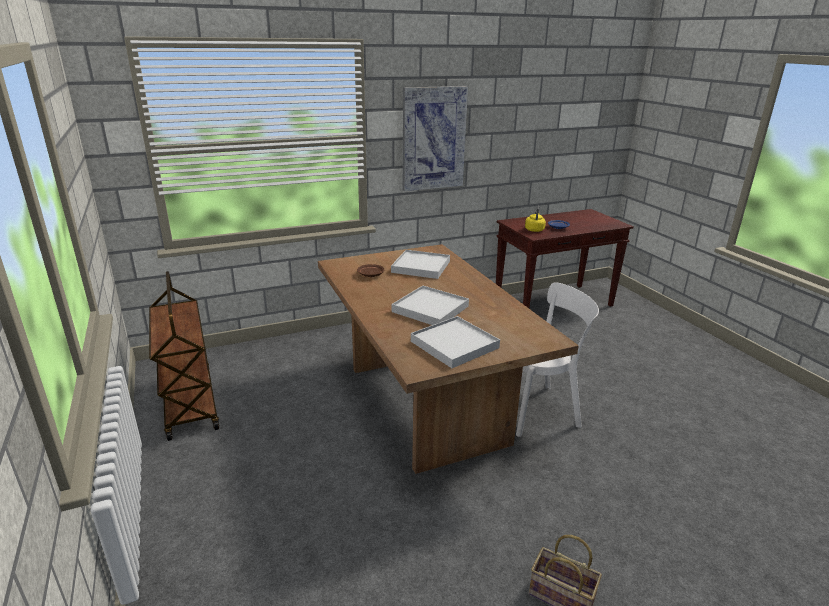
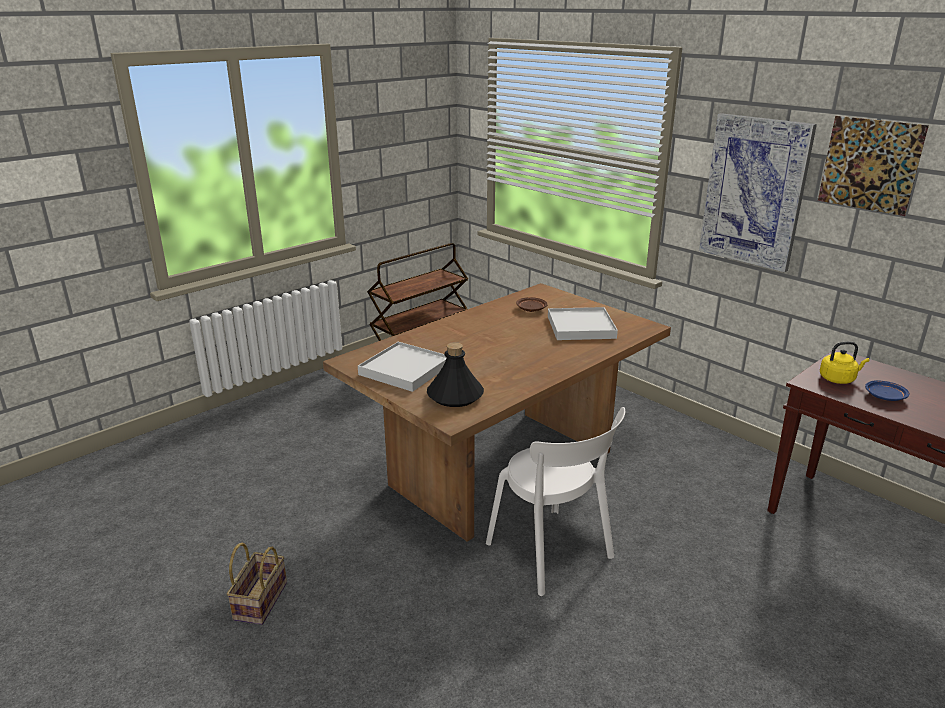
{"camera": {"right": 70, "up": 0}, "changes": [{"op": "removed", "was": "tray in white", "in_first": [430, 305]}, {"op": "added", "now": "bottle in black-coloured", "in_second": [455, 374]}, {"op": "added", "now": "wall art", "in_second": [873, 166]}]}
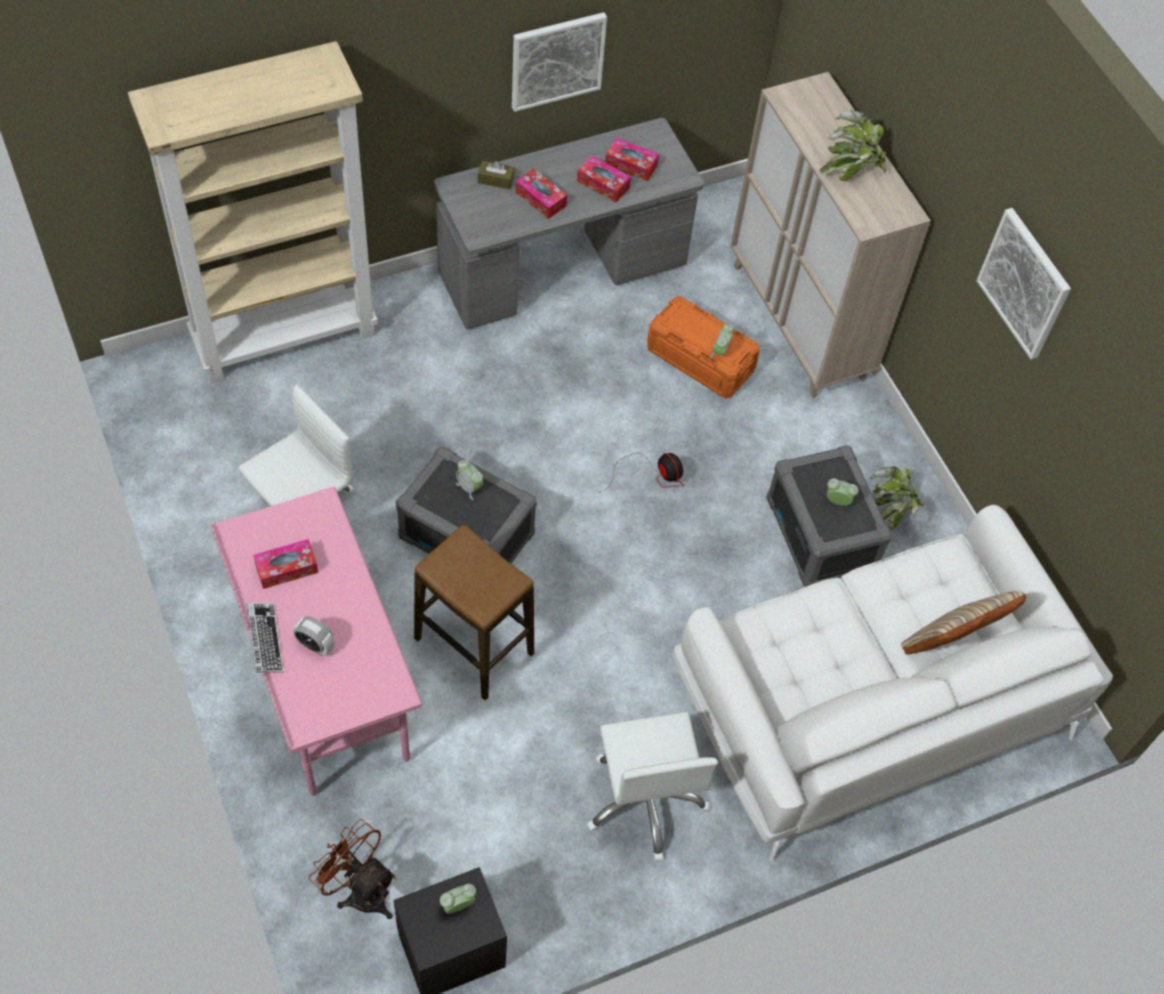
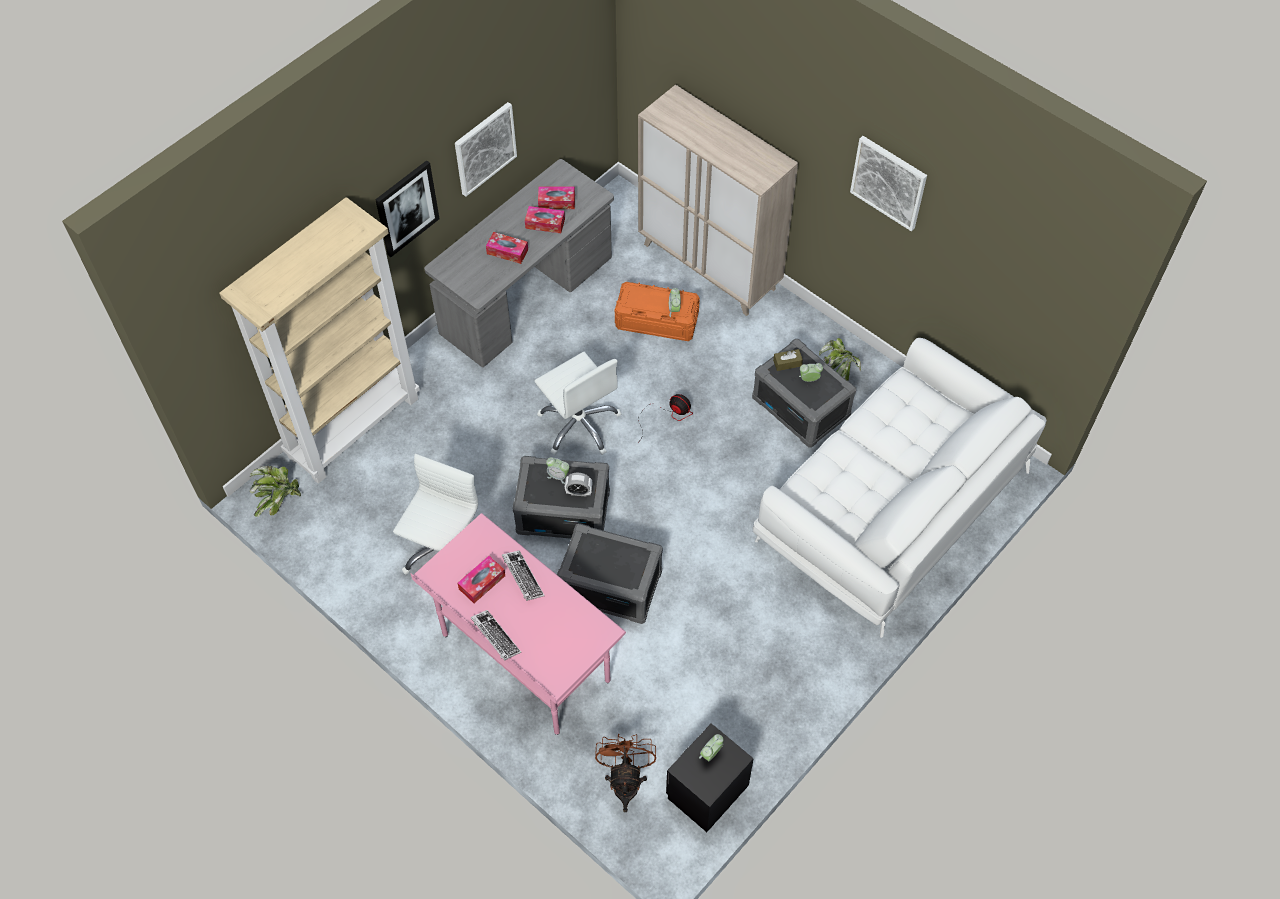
{"camera": {"right": -20, "up": 0}, "changes": [{"op": "moved", "was": "alarm clock", "in_first": [313, 636], "in_second": [578, 485]}, {"op": "turned", "was": "electric fan in brown-coloured", "in_first": [352, 869], "in_second": [625, 773], "clockwise": 75}, {"op": "replaced", "was": "sitting stool", "now": "storage container in greyish", "in_first": [474, 612], "in_second": [610, 573]}, {"op": "moved", "was": "tissue box in brown-coloured", "in_first": [496, 175], "in_second": [788, 360]}, {"op": "moved", "was": "computer chair in white", "in_first": [652, 786], "in_second": [578, 403]}, {"op": "moved", "was": "houseplant", "in_first": [853, 145], "in_second": [275, 491]}, {"op": "removed", "was": "cushion in beige-coloured", "in_first": [963, 622]}, {"op": "added", "now": "wall art", "in_second": [407, 208]}, {"op": "added", "now": "keyboard", "in_second": [523, 575]}]}
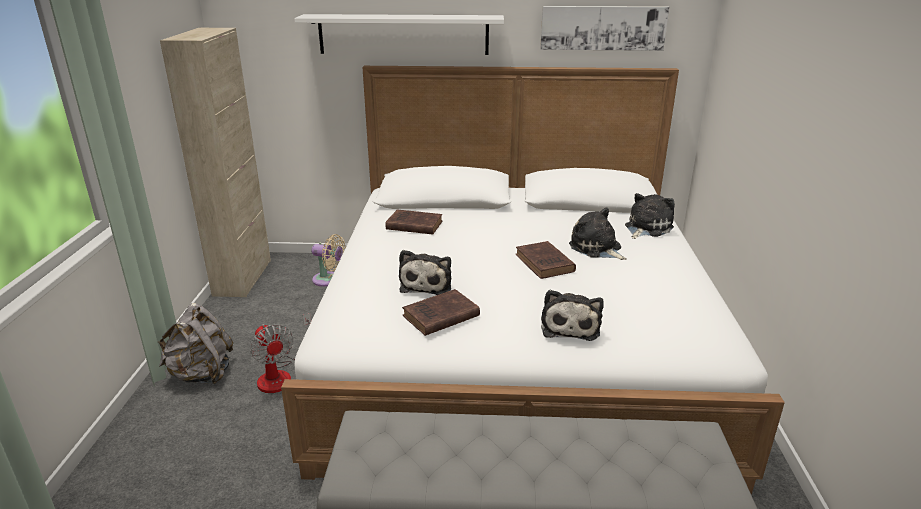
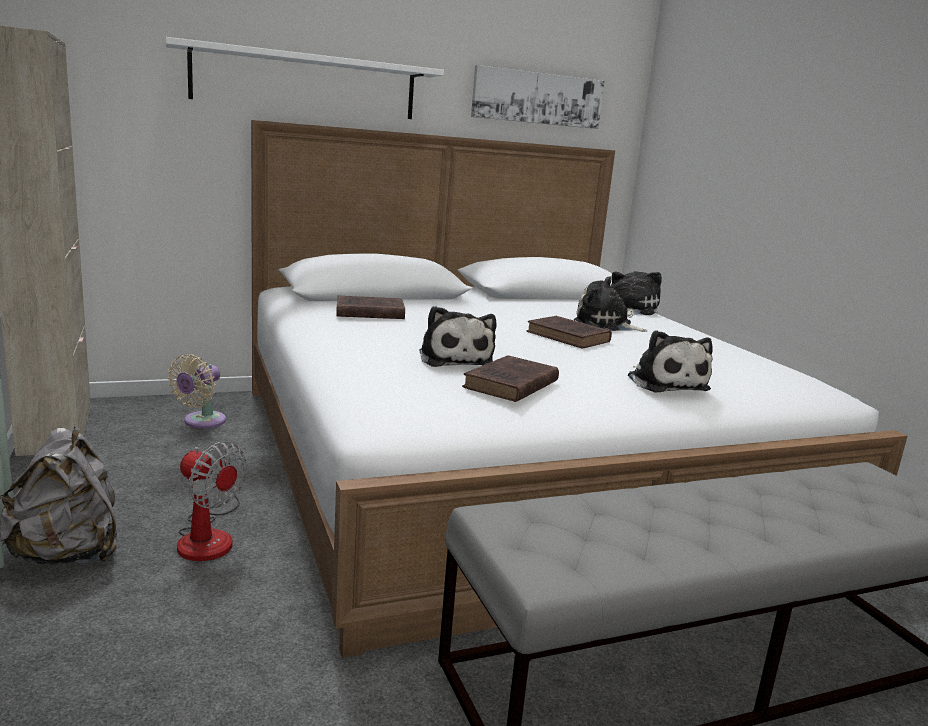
{"camera": {"right": -25, "up": -10}, "changes": [{"op": "turned", "was": "electric fan in beige-coloured", "in_first": [328, 260], "in_second": [197, 391], "clockwise": 120}]}
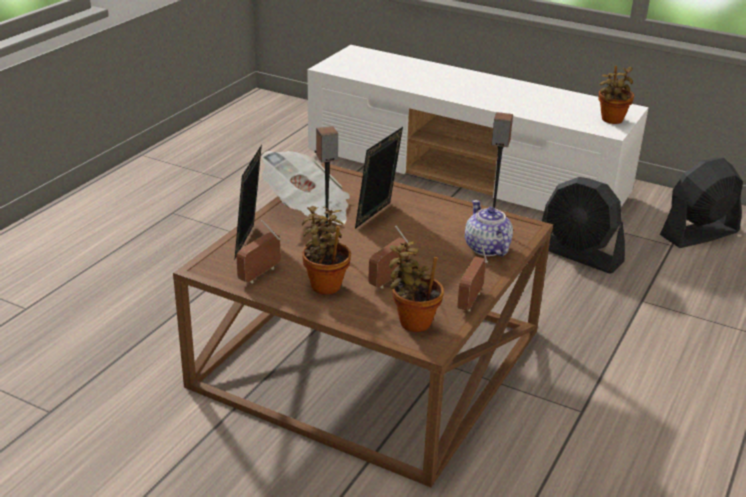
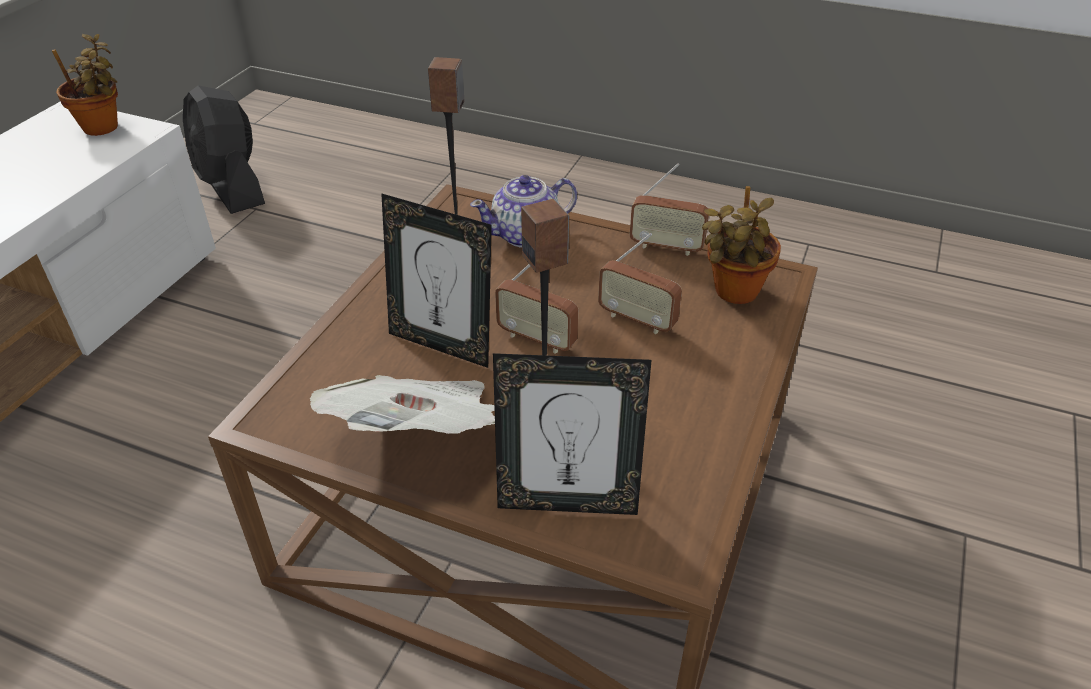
{"camera": {"right": -95, "up": 10}, "changes": [{"op": "moved", "was": "radio receiver", "in_first": [258, 251], "in_second": [536, 309]}, {"op": "removed", "was": "houseplant", "in_first": [326, 250]}, {"op": "removed", "was": "electric fan in black-coloured", "in_first": [583, 225]}]}
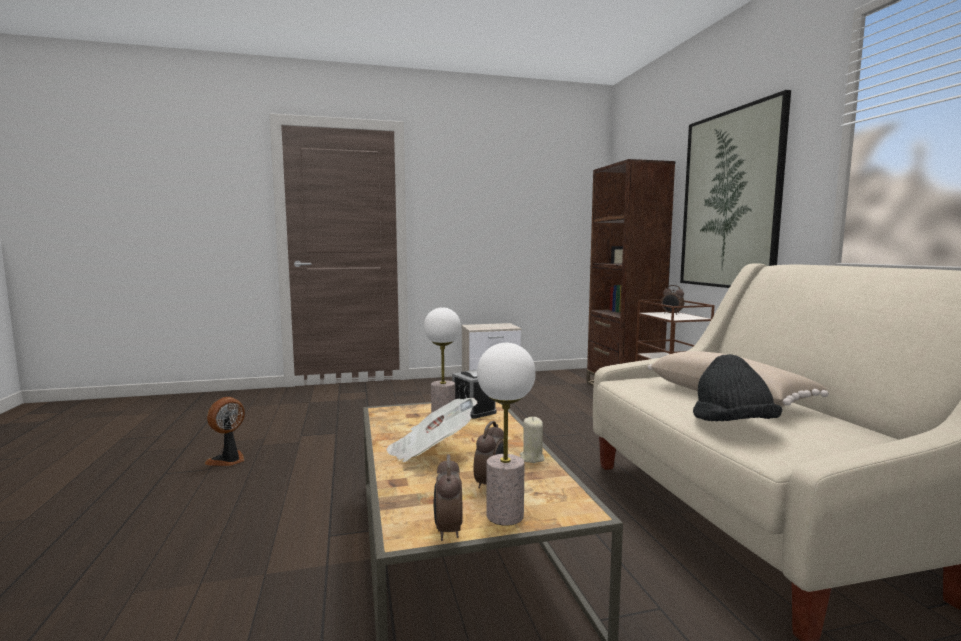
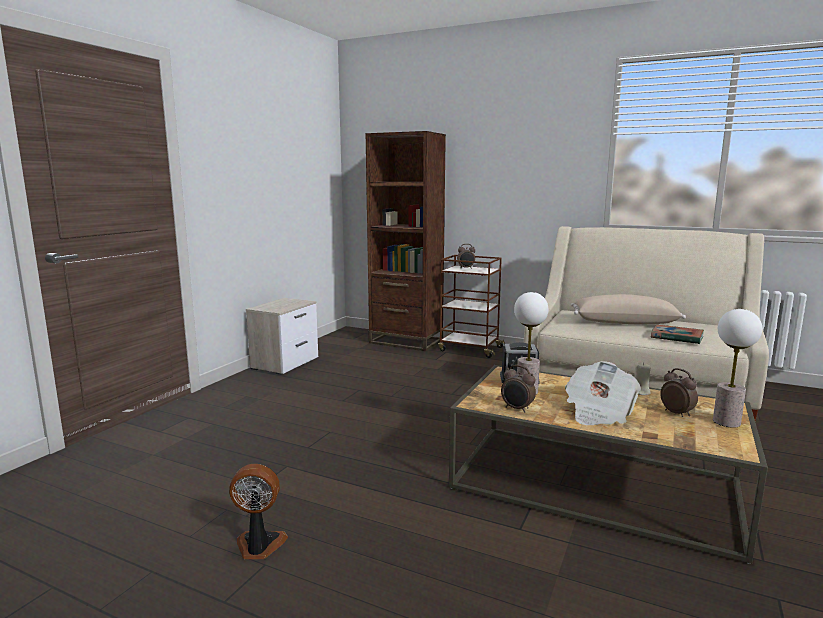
{"camera": {"right": -50, "up": 5}, "changes": [{"op": "turned", "was": "electric fan", "in_first": [225, 431], "in_second": [258, 511], "clockwise": 105}, {"op": "moved", "was": "alarm clock", "in_first": [448, 497], "in_second": [518, 389]}, {"op": "removed", "was": "wall art", "in_first": [735, 189]}, {"op": "replaced", "was": "hat in black-coloured", "now": "book", "in_first": [737, 387], "in_second": [677, 334]}]}
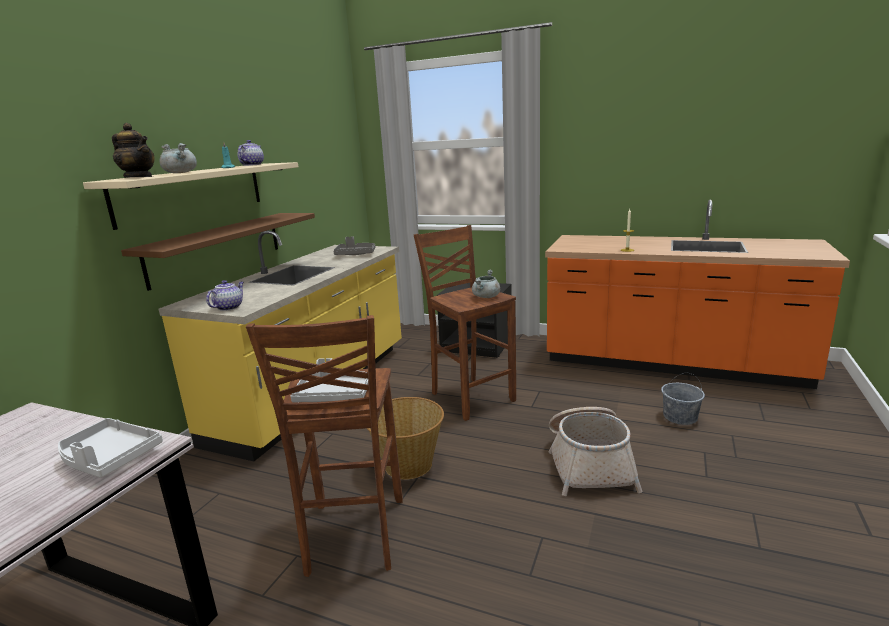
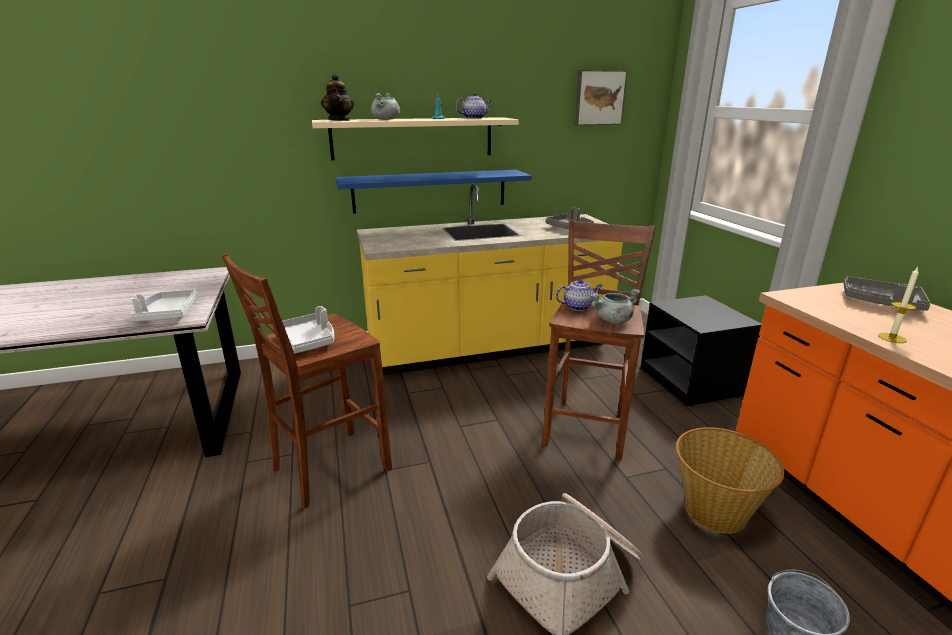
{"camera": {"right": 50, "up": 5}, "changes": [{"op": "recoloured", "was": "wall shelf in brown-coloured", "now": "wall shelf in blue-coloured", "in_first": [218, 252], "in_second": [433, 192]}, {"op": "moved", "was": "teapot", "in_first": [225, 295], "in_second": [579, 295]}, {"op": "moved", "was": "household basket", "in_first": [405, 438], "in_second": [730, 480]}, {"op": "added", "now": "wall art", "in_second": [601, 97]}, {"op": "added", "now": "tray in greyish", "in_second": [887, 293]}]}
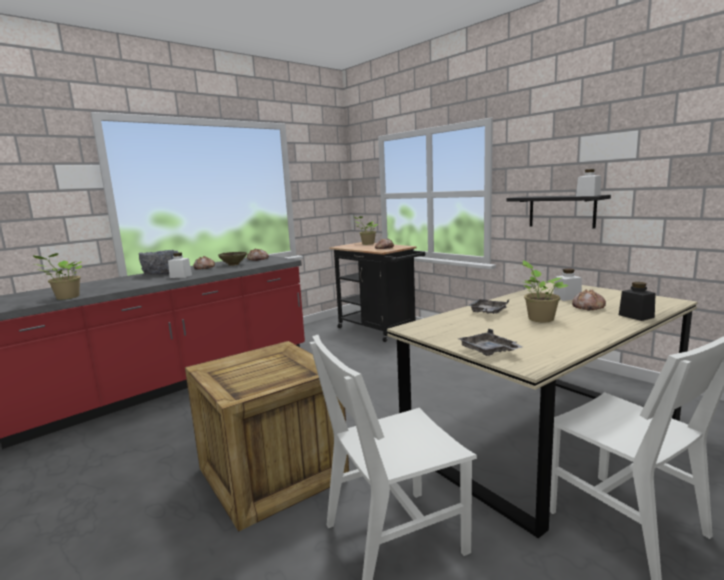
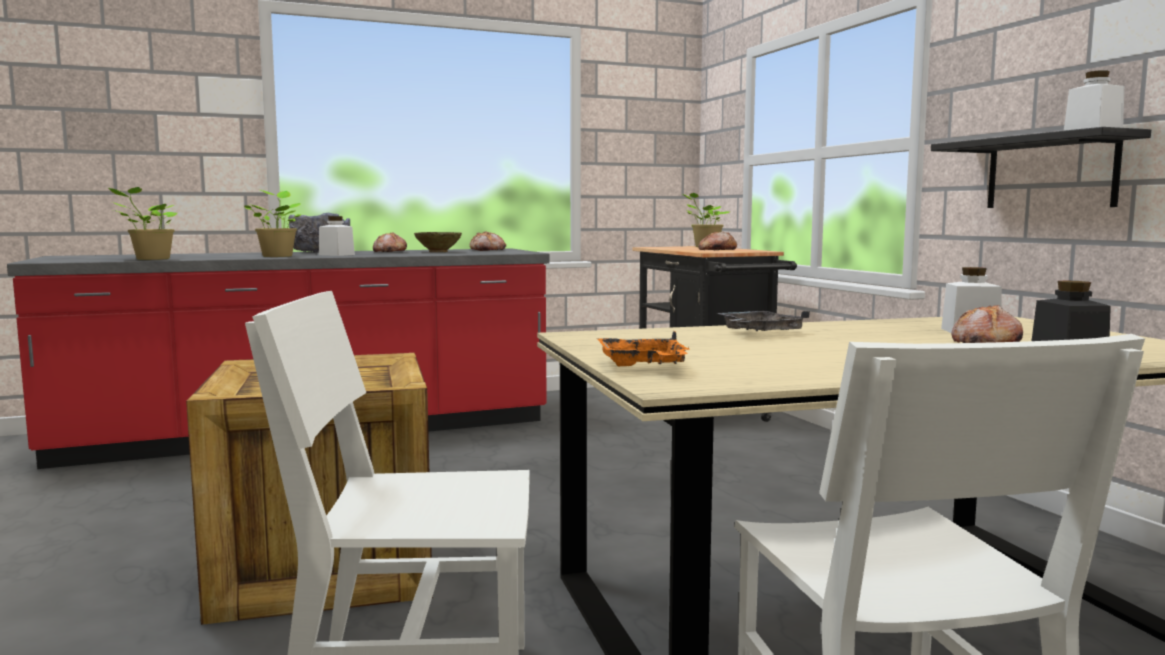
{"camera": {"right": 20, "up": -5}, "changes": [{"op": "recoloured", "was": "tray in greyish", "now": "tray in orange", "in_first": [490, 342], "in_second": [643, 348]}, {"op": "moved", "was": "houseplant", "in_first": [545, 291], "in_second": [272, 223]}]}
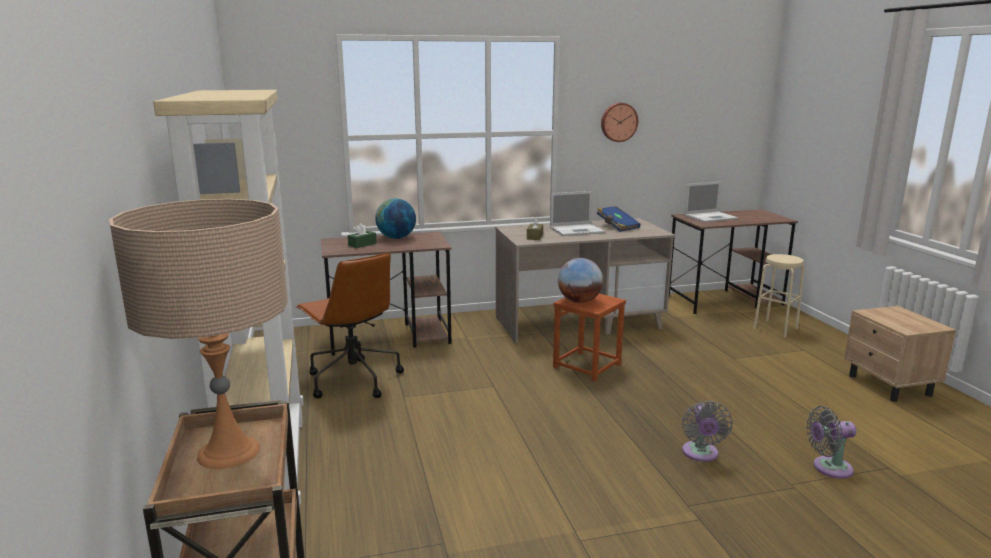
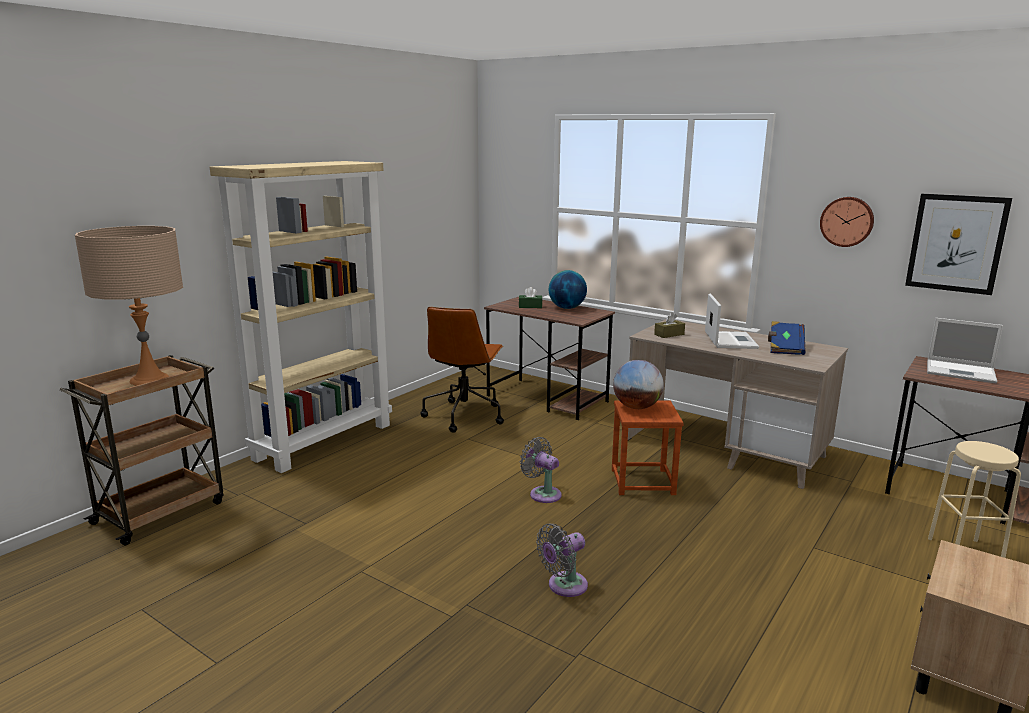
{"camera": {"right": 50, "up": 0}, "changes": [{"op": "turned", "was": "notebook computer", "in_first": [577, 213], "in_second": [732, 321], "clockwise": -120}, {"op": "moved", "was": "electric fan in greyish", "in_first": [831, 442], "in_second": [541, 470]}, {"op": "added", "now": "wall art", "in_second": [958, 244]}]}
